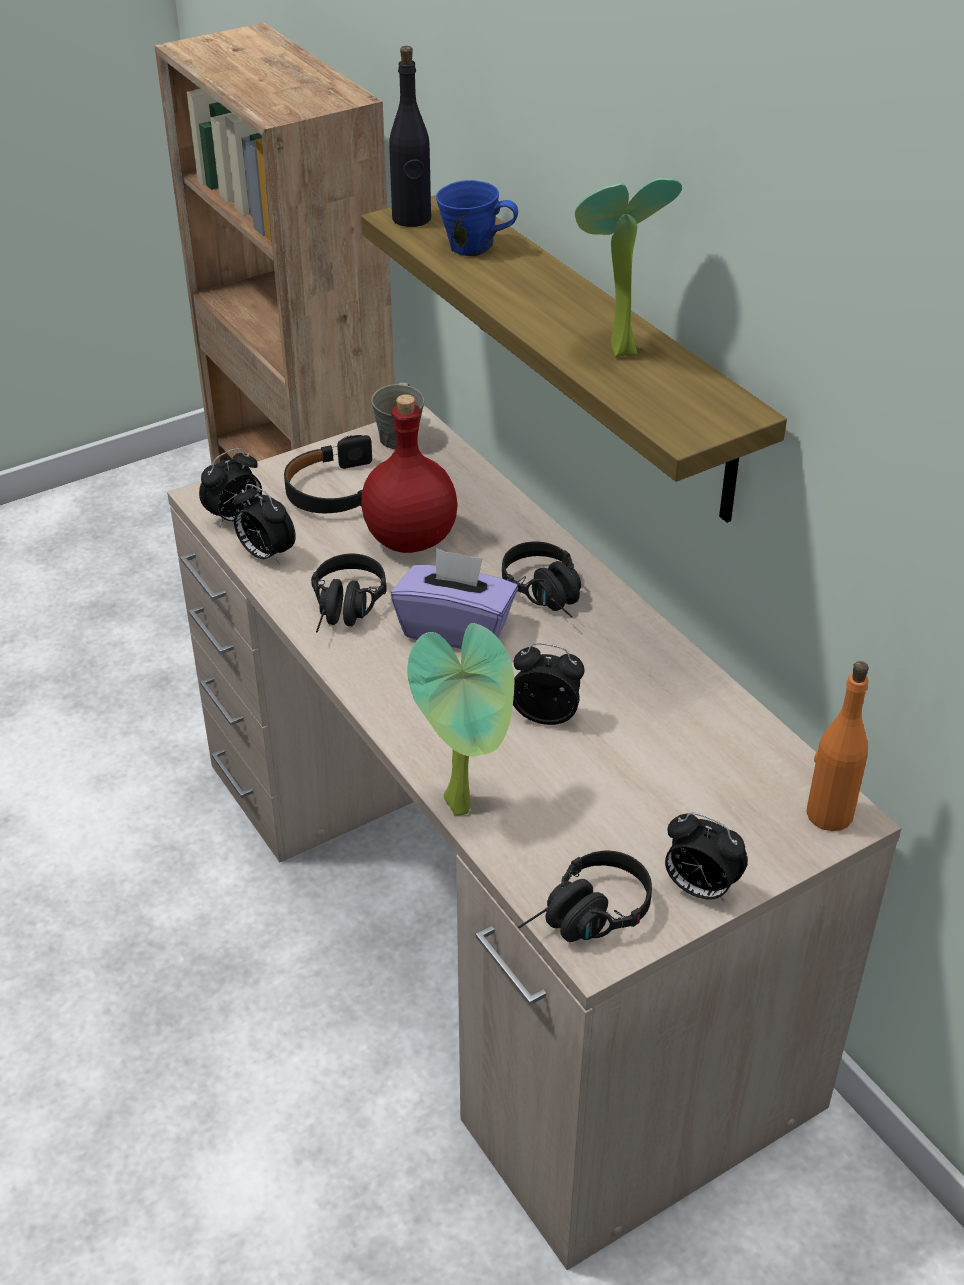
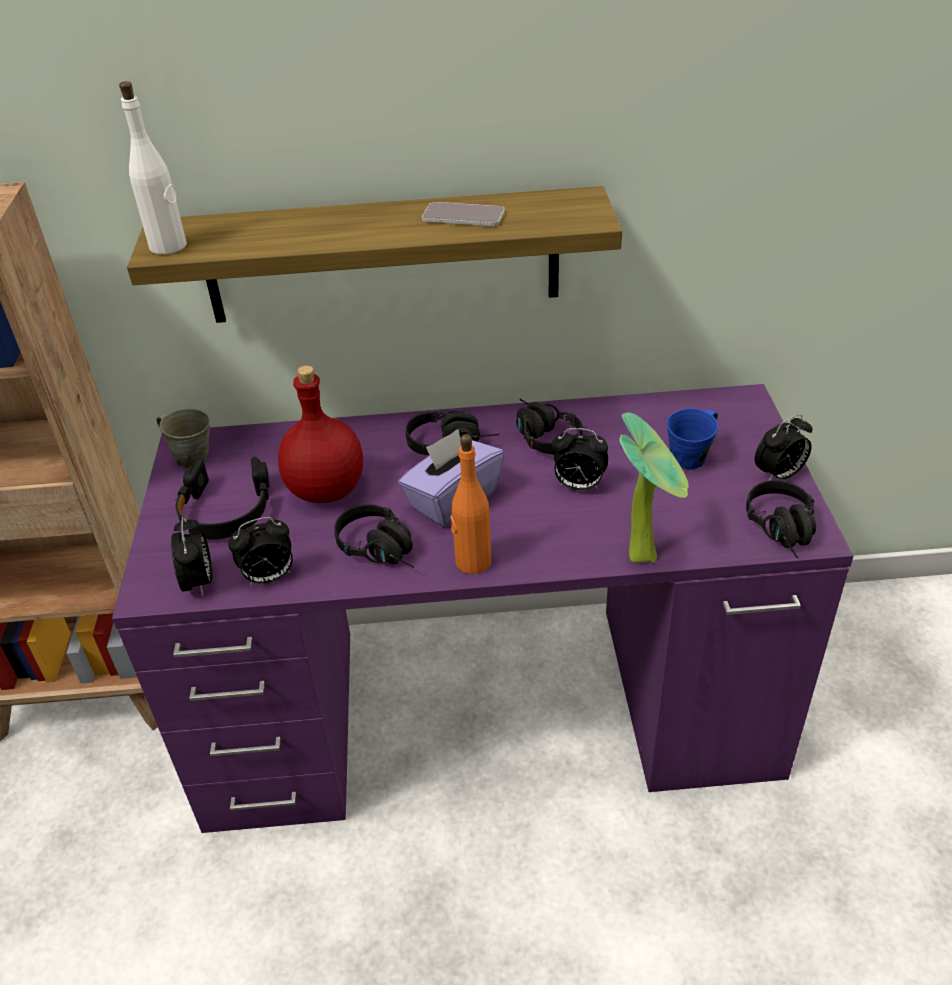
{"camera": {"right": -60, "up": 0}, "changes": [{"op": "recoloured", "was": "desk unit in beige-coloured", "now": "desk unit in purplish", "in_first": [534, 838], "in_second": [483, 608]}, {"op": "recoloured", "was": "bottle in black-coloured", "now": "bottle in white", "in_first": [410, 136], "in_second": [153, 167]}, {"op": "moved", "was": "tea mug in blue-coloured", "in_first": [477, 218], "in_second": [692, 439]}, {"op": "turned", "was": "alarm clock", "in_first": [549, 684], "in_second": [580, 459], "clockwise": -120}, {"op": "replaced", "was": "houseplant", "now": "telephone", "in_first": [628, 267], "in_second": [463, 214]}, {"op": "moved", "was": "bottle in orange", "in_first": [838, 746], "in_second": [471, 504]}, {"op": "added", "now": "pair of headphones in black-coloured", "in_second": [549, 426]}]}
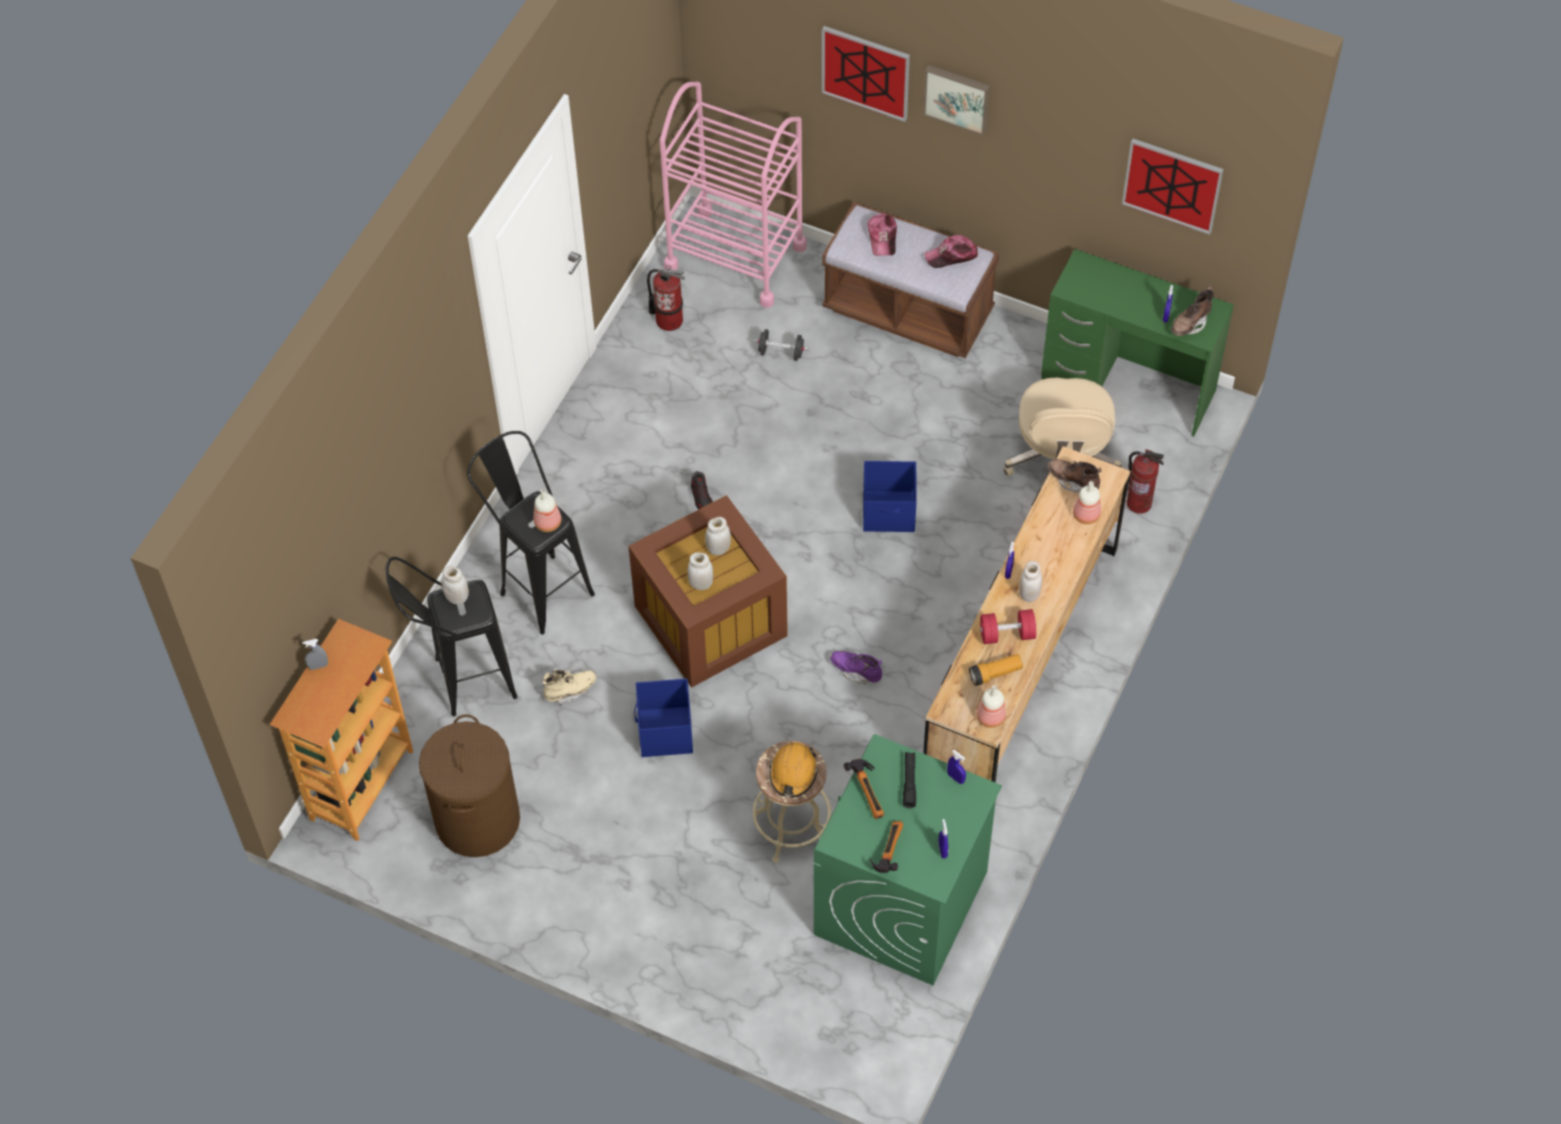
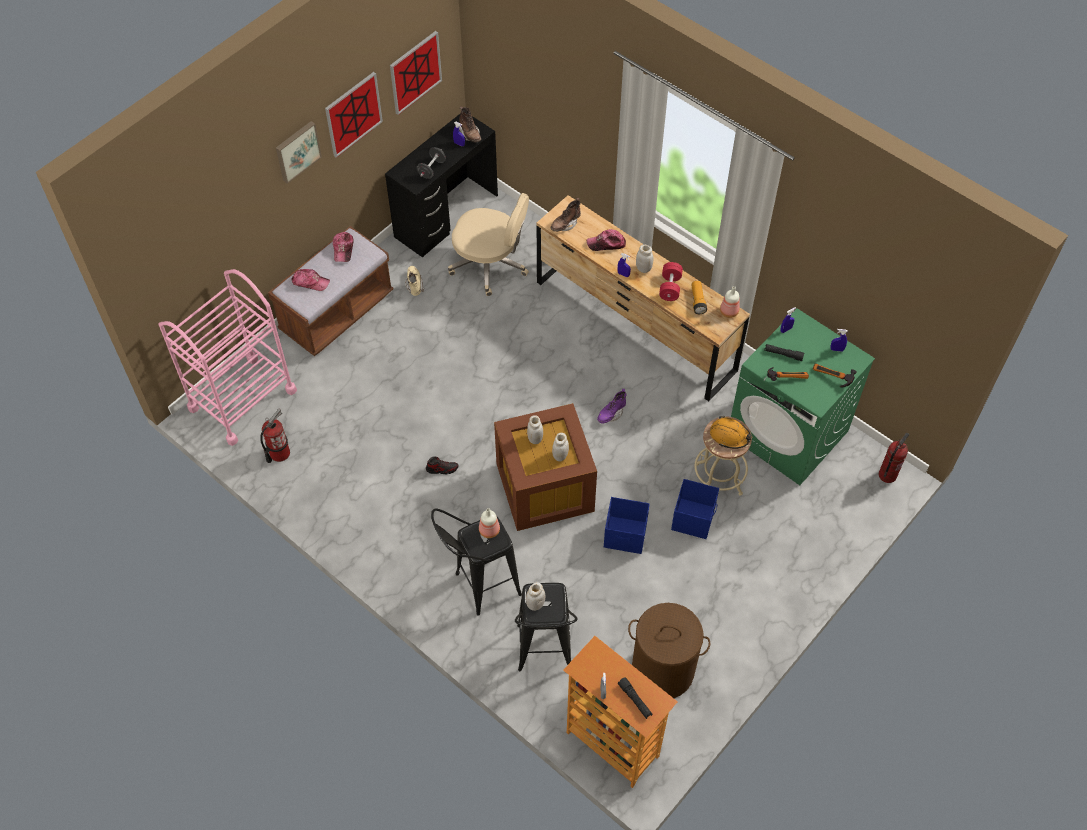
{"camera": {"right": -75, "up": 0}, "changes": [{"op": "moved", "was": "high-top boot in beige-coloured", "in_first": [569, 688], "in_second": [414, 281]}, {"op": "moved", "was": "free weight in black-coloured", "in_first": [781, 345], "in_second": [431, 163]}, {"op": "moved", "was": "wall art", "in_first": [866, 74], "in_second": [354, 115]}, {"op": "moved", "was": "storage container in blue-coloured", "in_first": [890, 496], "in_second": [695, 509]}, {"op": "recoloured", "was": "desk unit in greenish", "now": "desk unit in black-coloured", "in_first": [1137, 343], "in_second": [441, 185]}, {"op": "removed", "was": "bottle", "in_first": [1087, 502]}, {"op": "moved", "was": "extinguisher", "in_first": [1145, 481], "in_second": [894, 458]}, {"op": "added", "now": "baseball cap", "in_second": [606, 240]}, {"op": "added", "now": "flashlight in black-coloured", "in_second": [635, 698]}]}
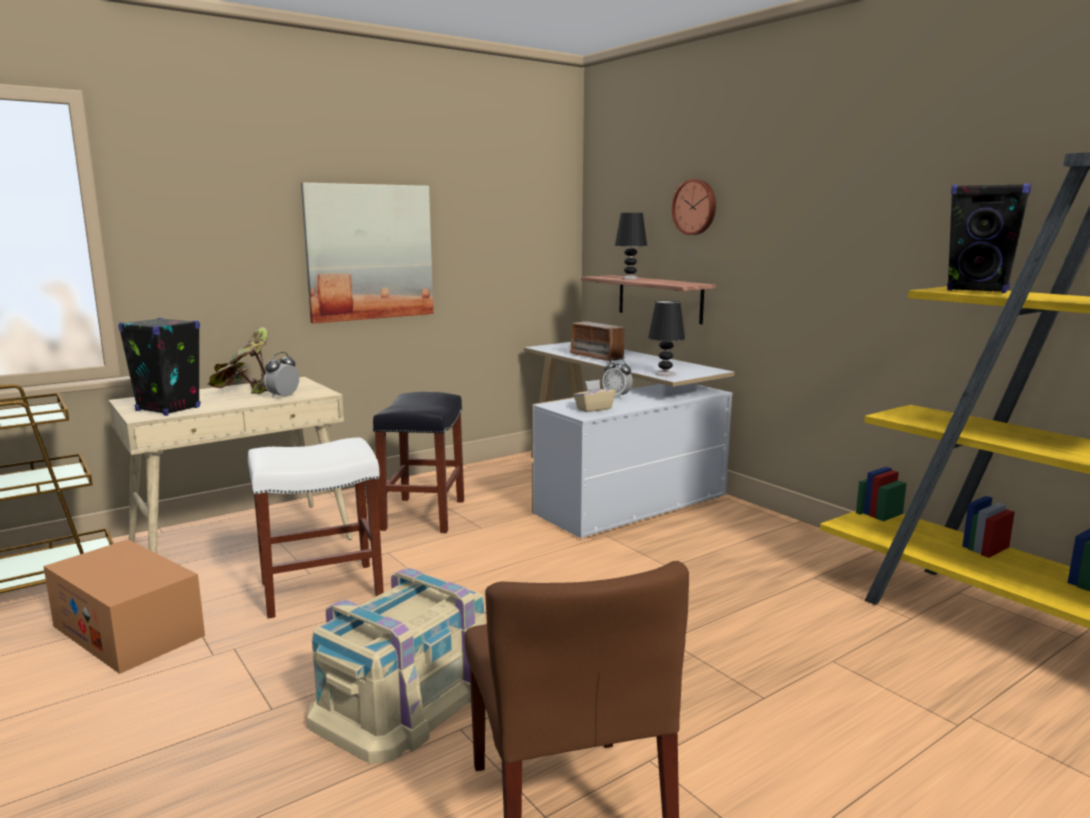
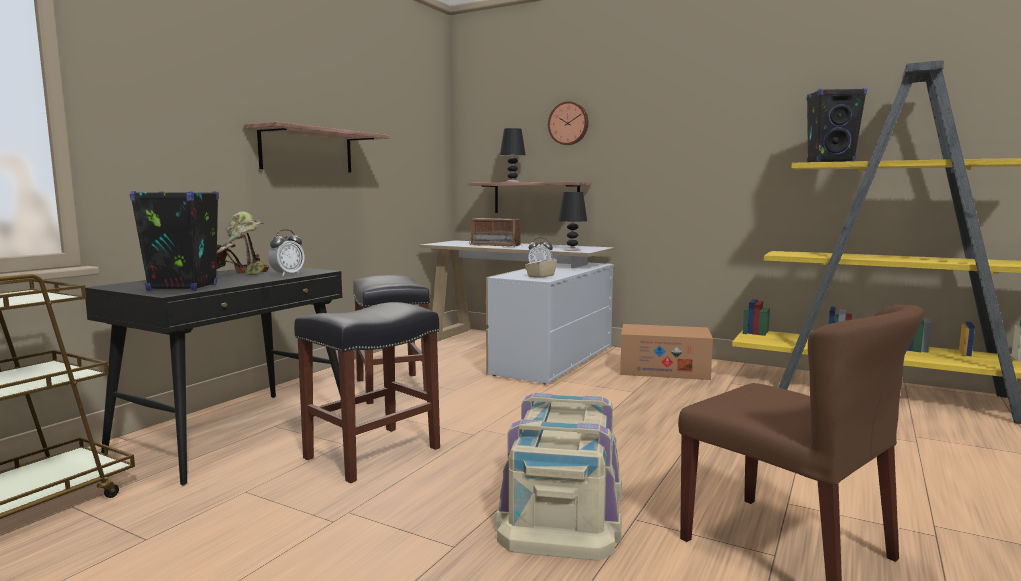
{"camera": {"right": -25, "up": -5}, "changes": [{"op": "moved", "was": "packing box", "in_first": [124, 607], "in_second": [666, 352]}, {"op": "recoloured", "was": "desk unit in beige-coloured", "now": "desk unit in black-coloured", "in_first": [231, 465], "in_second": [213, 375]}, {"op": "recoloured", "was": "sitting stool in white", "now": "sitting stool in black-coloured", "in_first": [316, 528], "in_second": [367, 392]}, {"op": "turned", "was": "alarm clock", "in_first": [281, 375], "in_second": [286, 252], "clockwise": -150}, {"op": "replaced", "was": "wall art", "now": "wall shelf", "in_first": [367, 253], "in_second": [316, 147]}]}
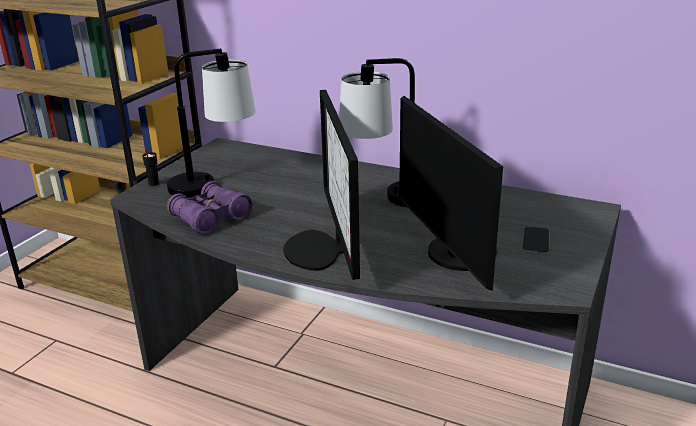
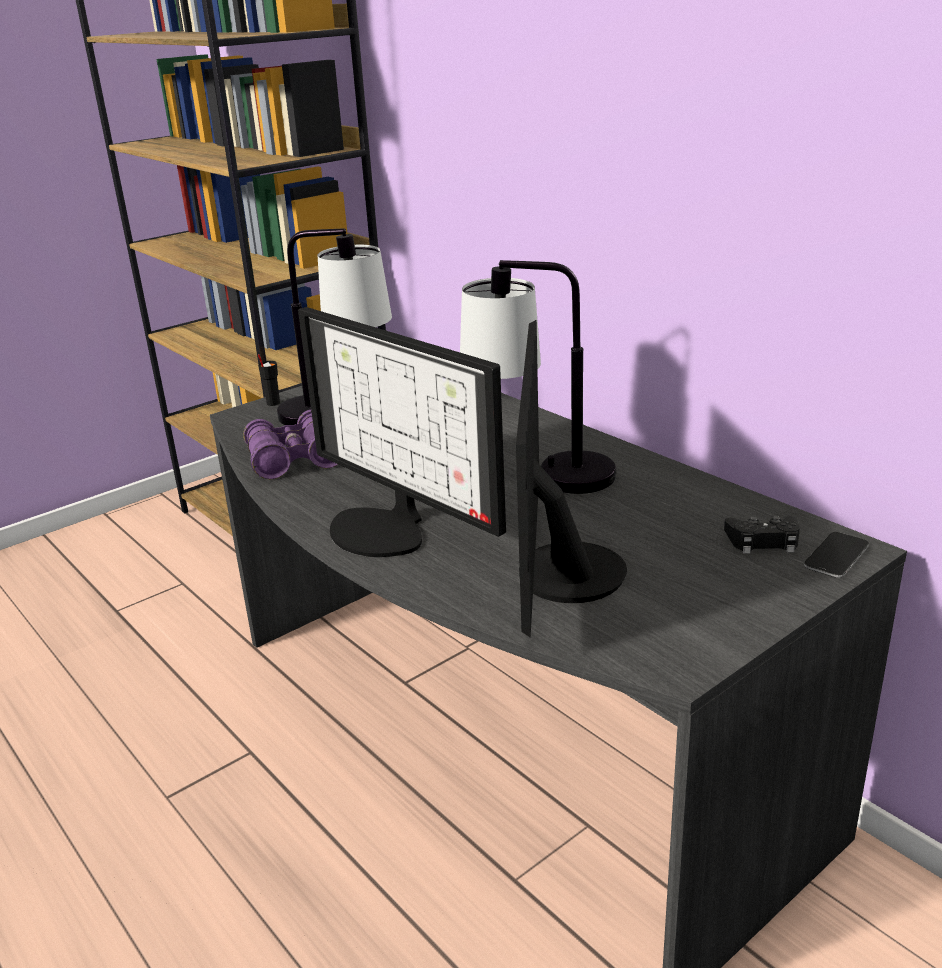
{"camera": {"right": 25, "up": 0}, "changes": [{"op": "turned", "was": "monitor", "in_first": [321, 185], "in_second": [402, 432], "clockwise": -60}, {"op": "moved", "was": "telephone", "in_first": [536, 240], "in_second": [836, 555]}, {"op": "added", "now": "joypad in black-coloured", "in_second": [762, 535]}]}
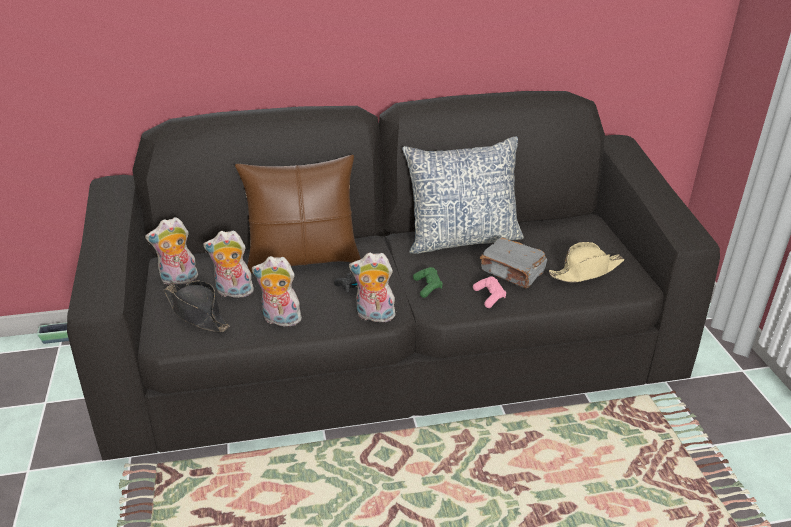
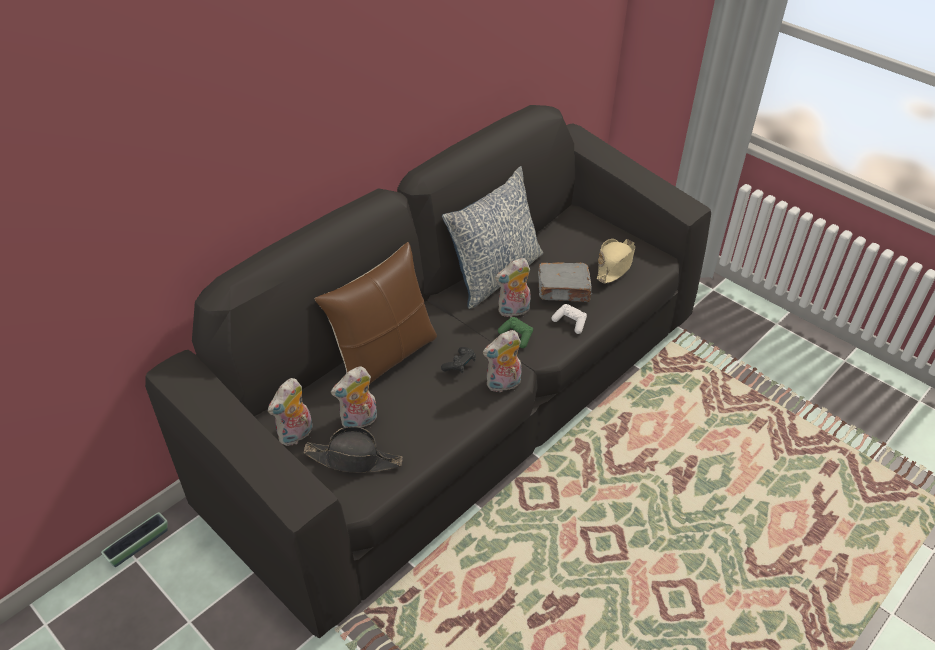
{"camera": {"right": -35, "up": 10}, "changes": [{"op": "moved", "was": "cuddly toy", "in_first": [278, 291], "in_second": [513, 288]}, {"op": "recoloured", "was": "joypad in pinkish", "now": "joypad in white", "in_first": [489, 292], "in_second": [569, 319]}]}
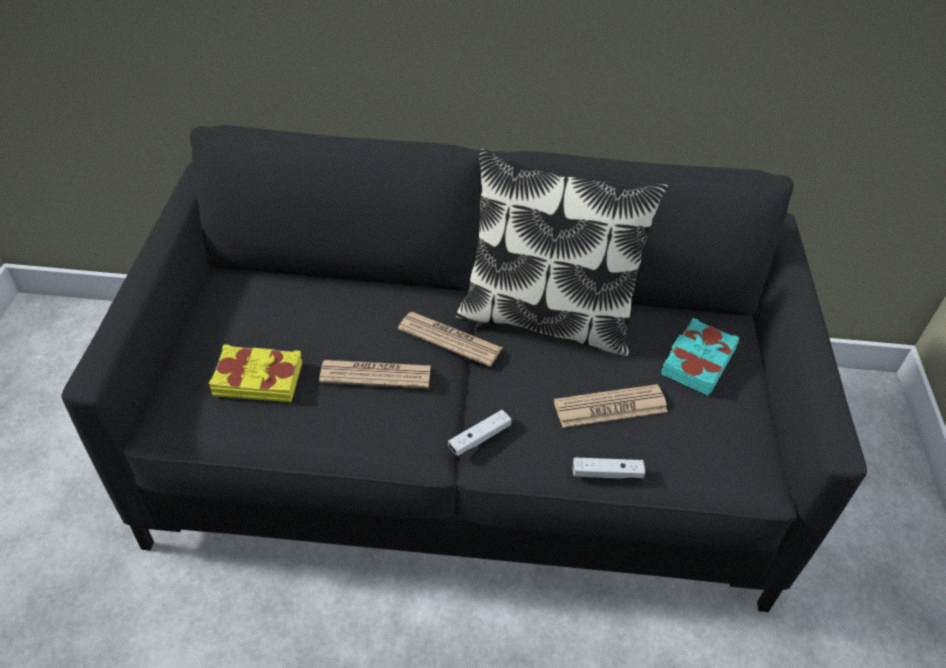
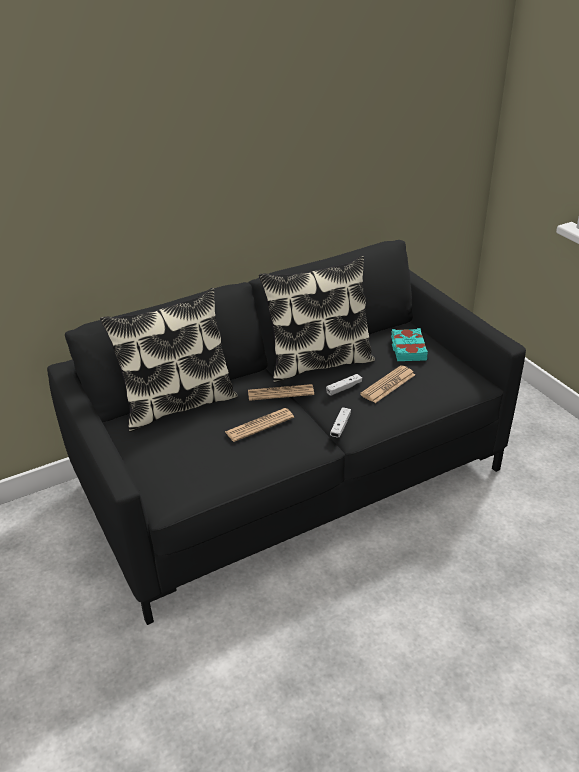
{"camera": {"right": -30, "up": -10}, "changes": [{"op": "removed", "was": "book in yellow", "in_first": [255, 373]}, {"op": "moved", "was": "joypad in white", "in_first": [609, 467], "in_second": [344, 385]}, {"op": "added", "now": "cushion", "in_second": [169, 360]}]}
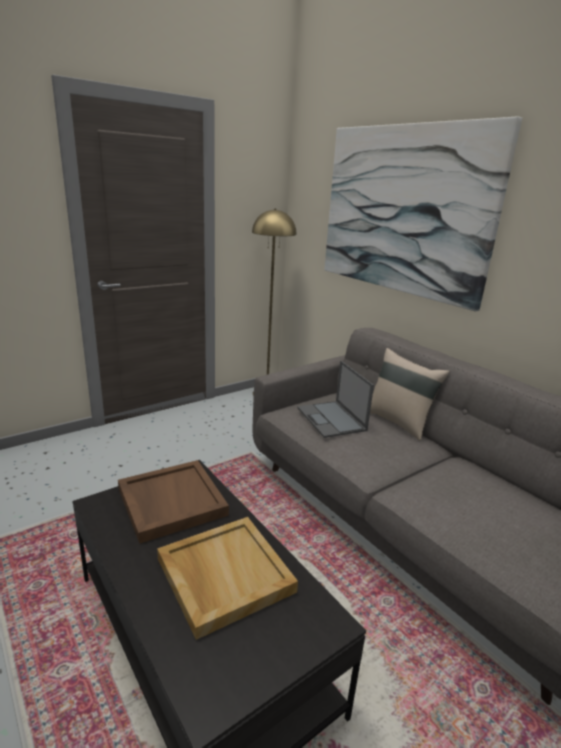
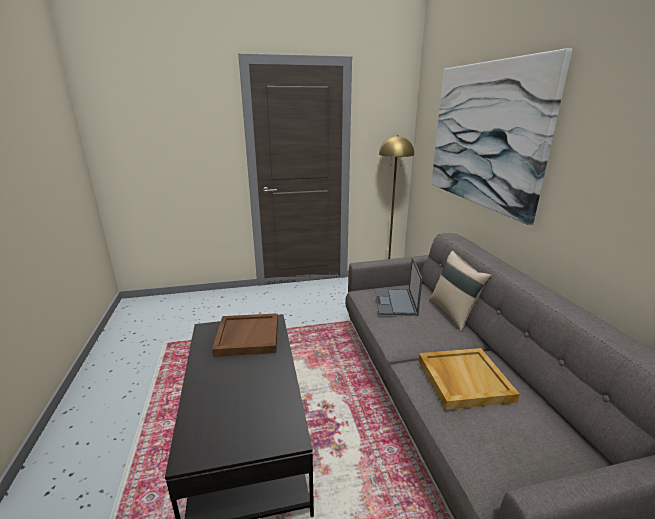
{"camera": {"right": 25, "up": 0}, "changes": [{"op": "moved", "was": "tray in beige-coloured", "in_first": [227, 578], "in_second": [469, 379]}]}
